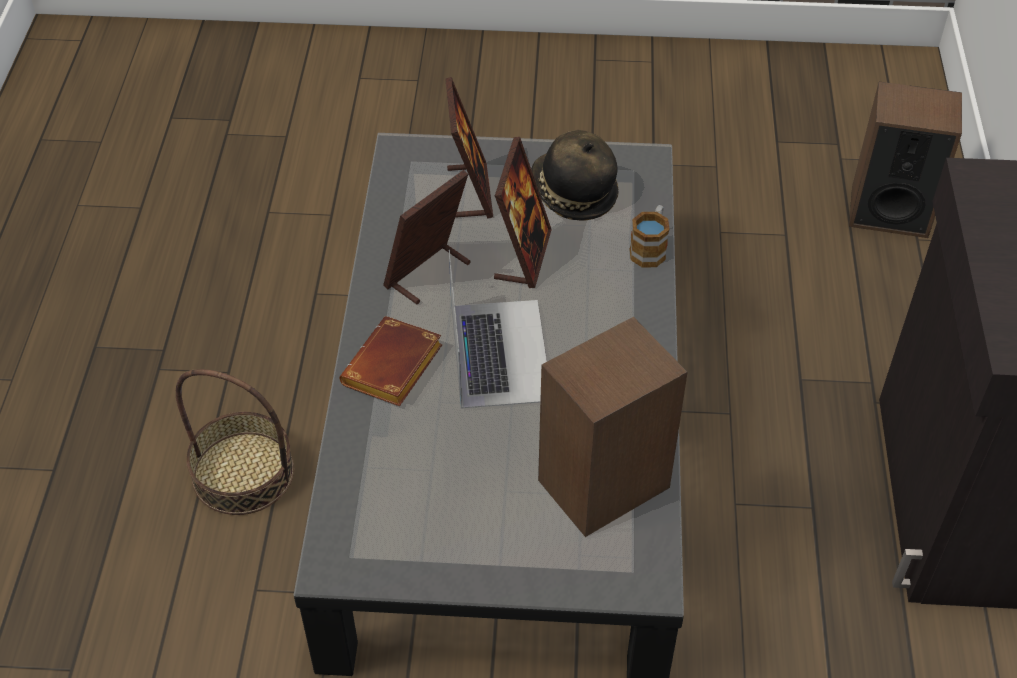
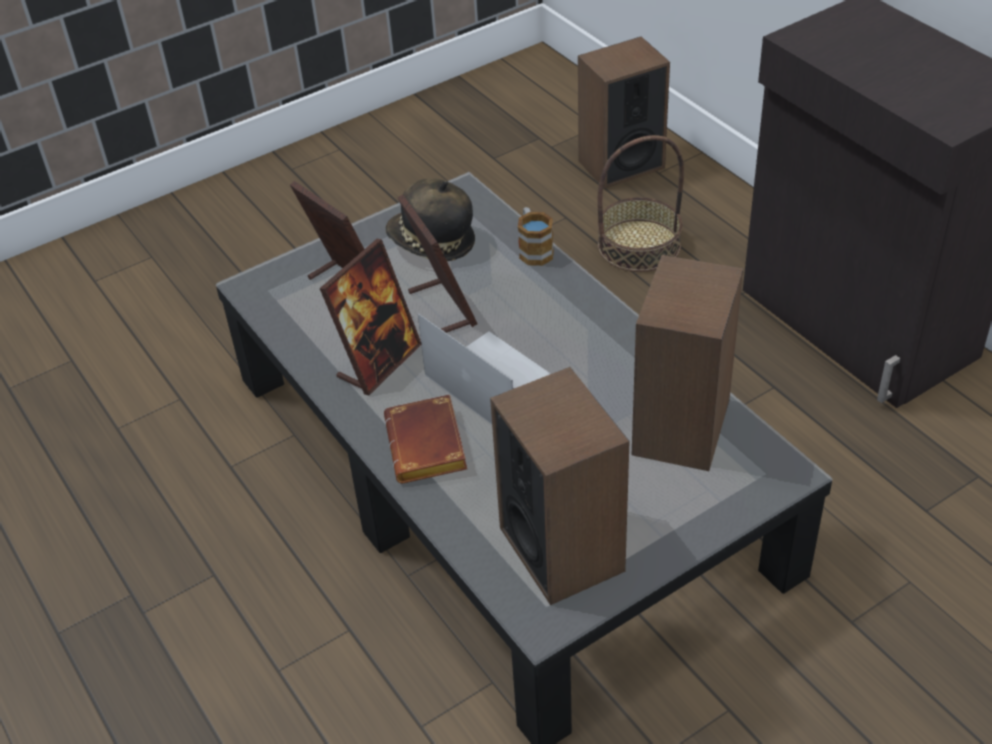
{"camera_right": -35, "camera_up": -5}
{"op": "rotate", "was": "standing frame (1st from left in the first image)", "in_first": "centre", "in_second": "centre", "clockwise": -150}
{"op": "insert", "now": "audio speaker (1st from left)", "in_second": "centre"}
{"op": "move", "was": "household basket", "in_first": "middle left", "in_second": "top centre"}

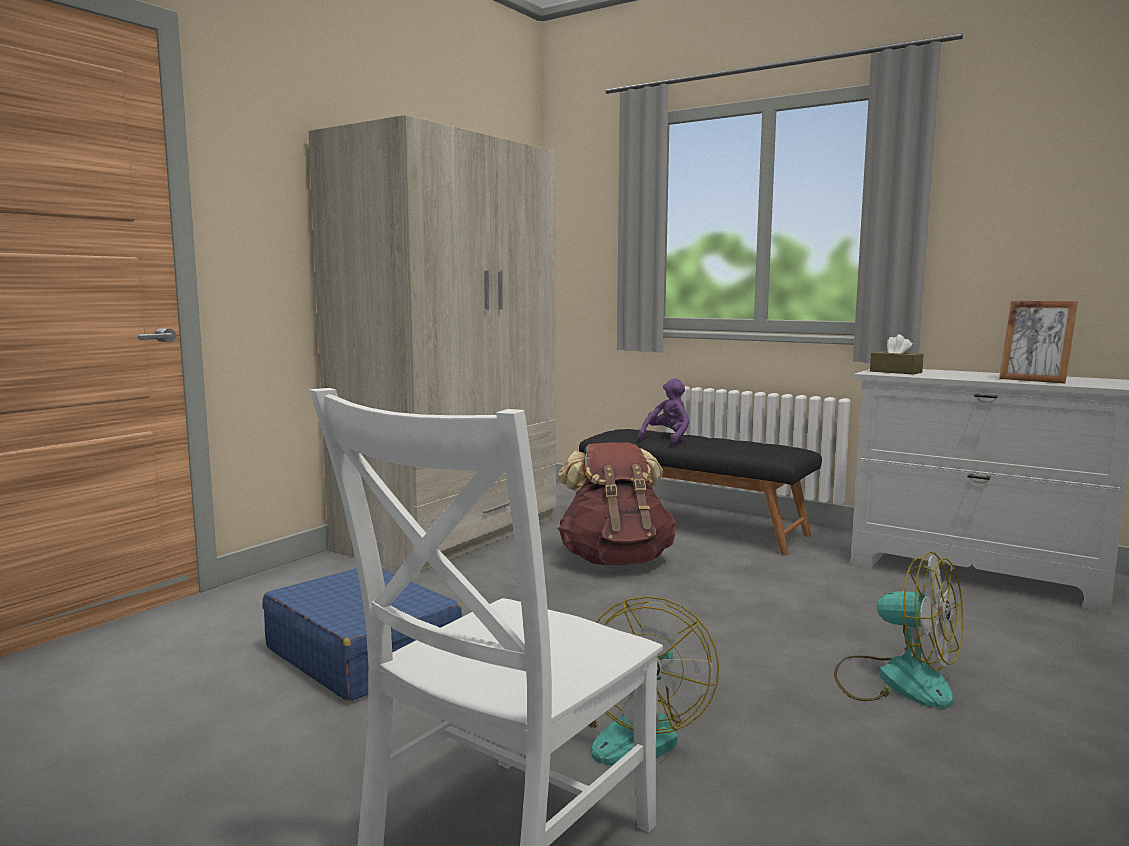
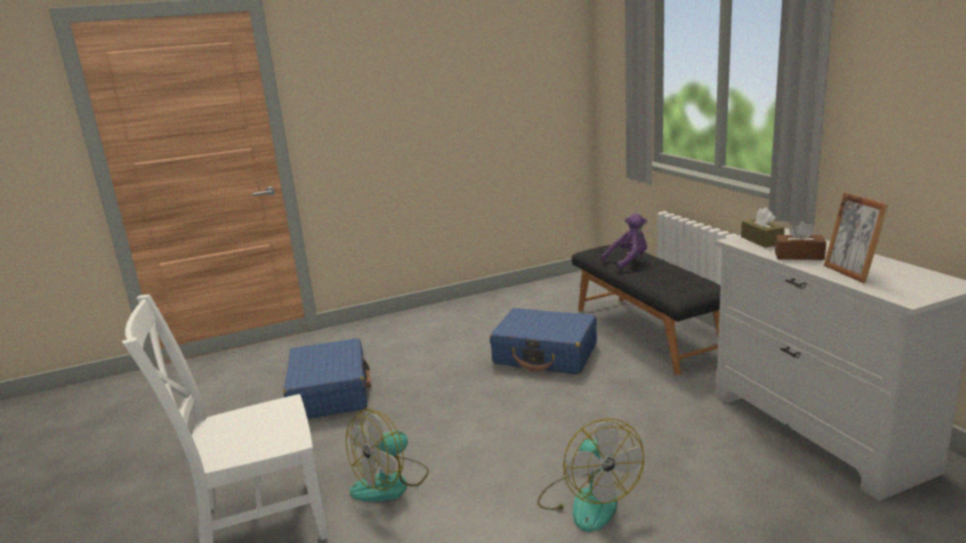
{"camera_right": 35, "camera_up": 10}
{"op": "replace", "was": "brown knapsack", "now": "blue piece of luggage (2nd from left)", "in_first": "centre", "in_second": "centre"}
{"op": "insert", "now": "brown tissue box (2nd from left)", "in_second": "middle right"}
{"op": "delete", "was": "beige wardrobe", "in_first": "centre"}

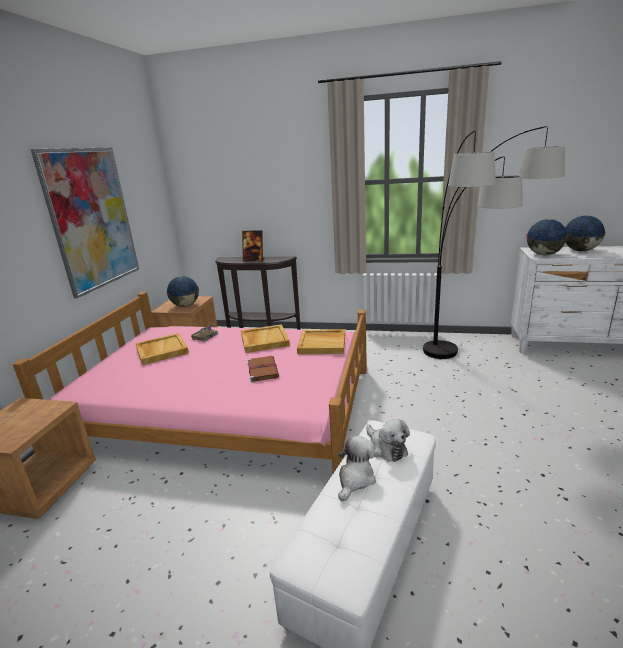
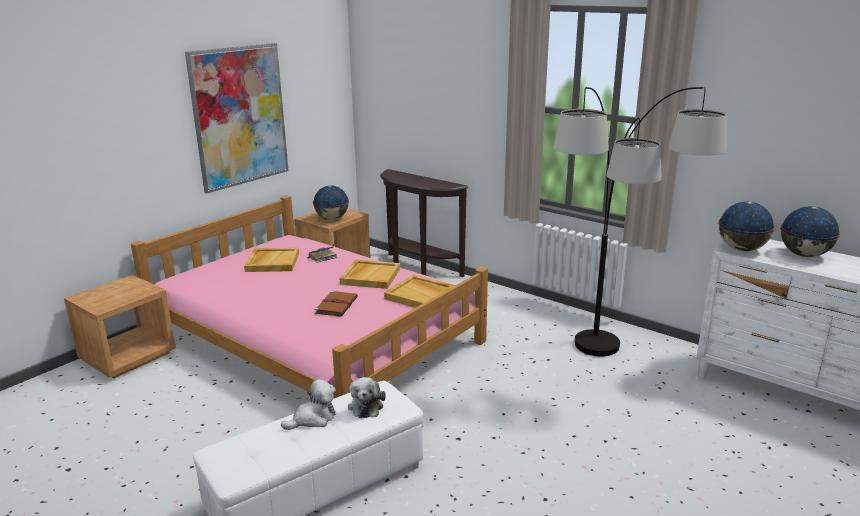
{"camera_right": 25, "camera_up": 0}
{"op": "delete", "was": "standing frame", "in_first": "centre"}

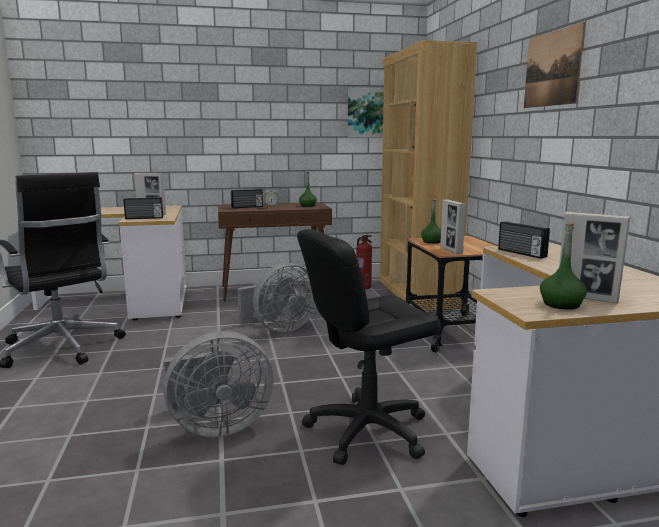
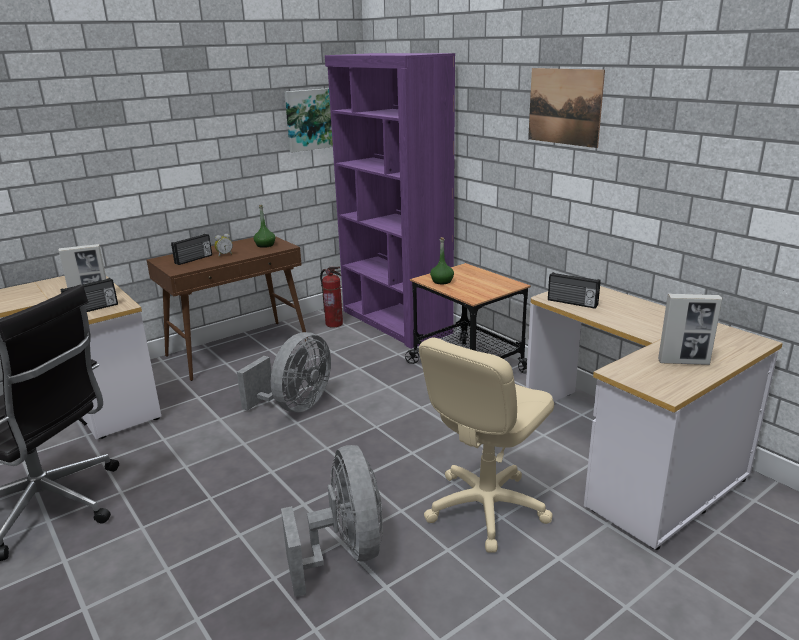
{"camera_right": -25, "camera_up": 10}
{"op": "rotate", "was": "gray electric fan (1st from left in the first image)", "in_first": "bottom left", "in_second": "bottom centre", "clockwise": -60}
{"op": "recolor", "was": "brown bookshelf", "now": "purplish bookshelf", "in_first": "top centre", "in_second": "top centre"}
{"op": "recolor", "was": "blackish computer chair (2nd from left)", "now": "beige computer chair", "in_first": "centre", "in_second": "bottom centre"}
{"op": "delete", "was": "standing frame (2nd from left)", "in_first": "middle right"}
{"op": "delete", "was": "greenish beverage bottle (3rd from left)", "in_first": "middle right"}

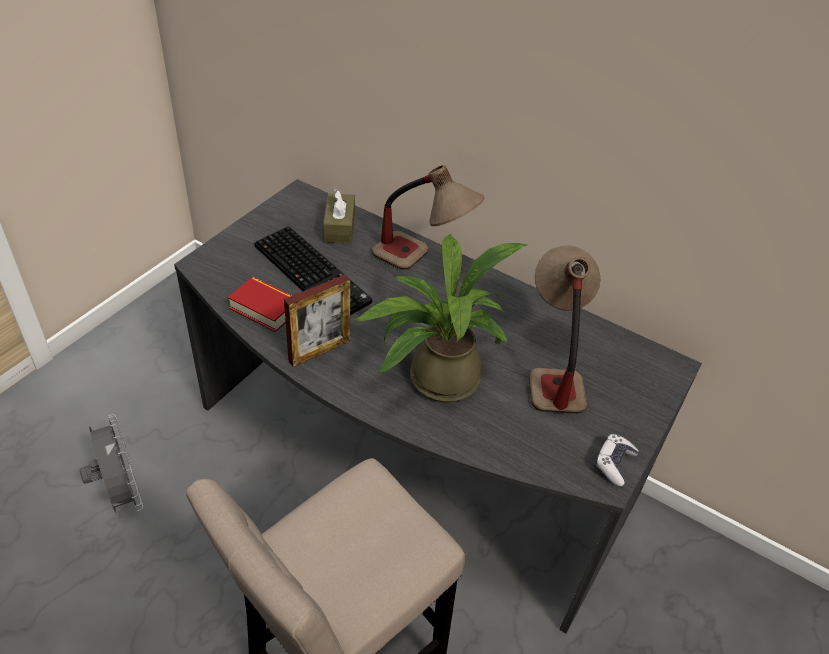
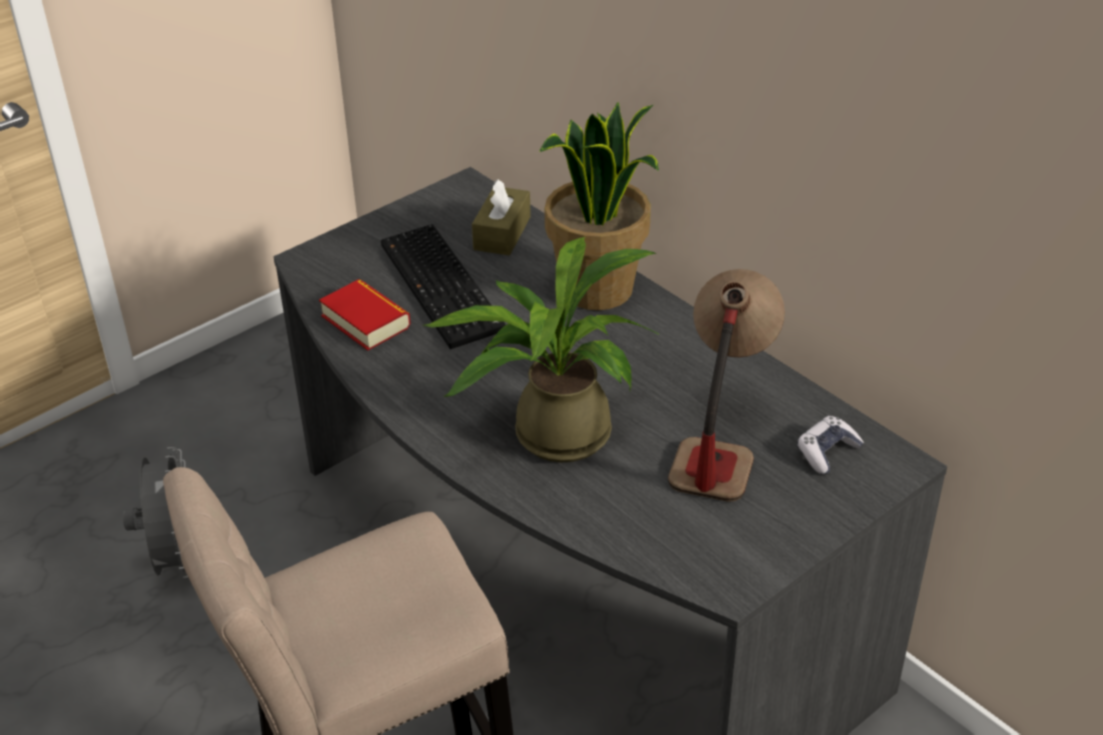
{"camera_right": 20, "camera_up": -5}
{"op": "replace", "was": "table lamp (1st from left)", "now": "houseplant (2nd from left)", "in_first": "top centre", "in_second": "top centre"}
{"op": "move", "was": "gamepad", "in_first": "bottom right", "in_second": "middle right"}
{"op": "delete", "was": "standing frame", "in_first": "centre"}

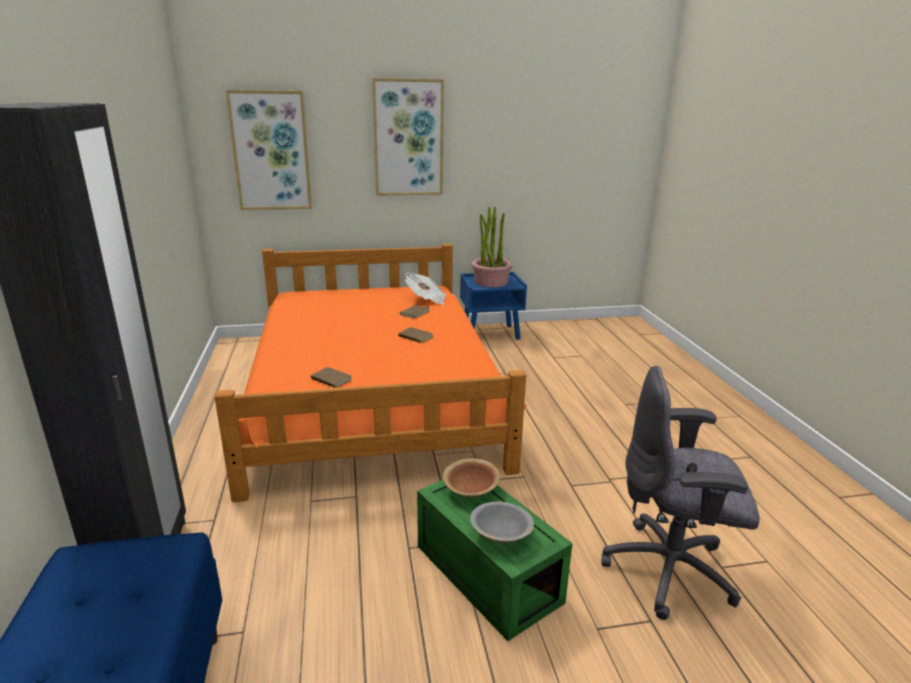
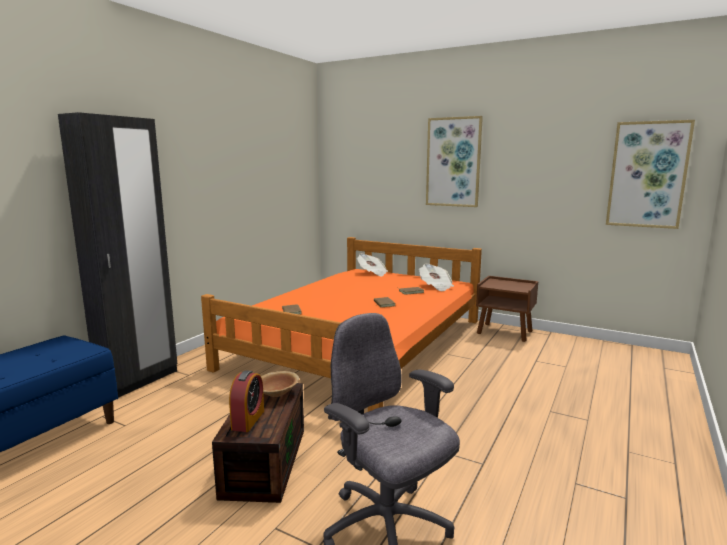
{"camera_right": 40, "camera_up": -10}
{"op": "recolor", "was": "greenish storage box", "now": "brown storage box", "in_first": "bottom centre", "in_second": "bottom centre"}
{"op": "replace", "was": "gray serving bowl", "now": "table clock", "in_first": "bottom centre", "in_second": "bottom centre"}
{"op": "insert", "now": "daily paper (1st from left)", "in_second": "centre"}
{"op": "recolor", "was": "blue night table", "now": "brown night table", "in_first": "centre", "in_second": "middle right"}
{"op": "move", "was": "wall art (1st from left in the first image)", "now": "wall art (2nd from left)", "in_first": "top left", "in_second": "top right"}
{"op": "delete", "was": "houseplant", "in_first": "centre"}

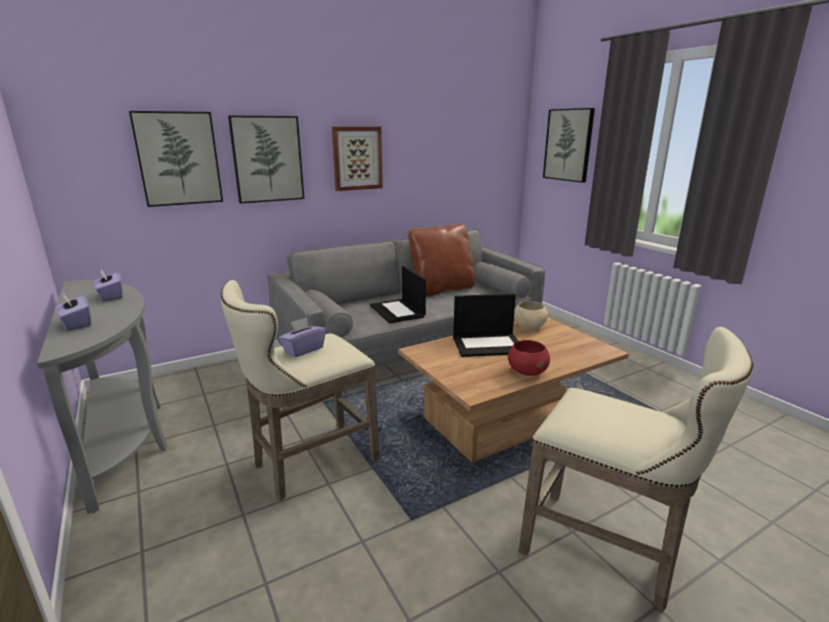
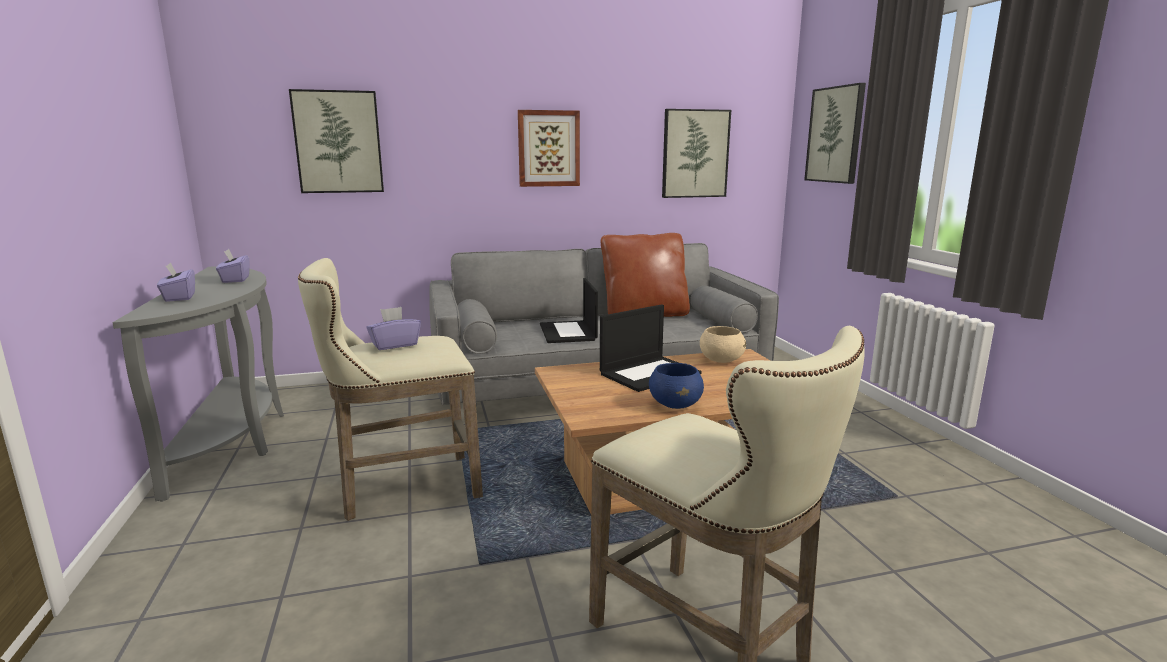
{"camera_right": 15, "camera_up": -5}
{"op": "rotate", "was": "laptop (2nd from left)", "in_first": "centre", "in_second": "centre", "clockwise": -45}
{"op": "recolor", "was": "red serving bowl", "now": "blue serving bowl", "in_first": "centre", "in_second": "centre"}
{"op": "move", "was": "wall art (2nd from left in the first image)", "now": "wall art (3rd from left)", "in_first": "top left", "in_second": "top centre"}

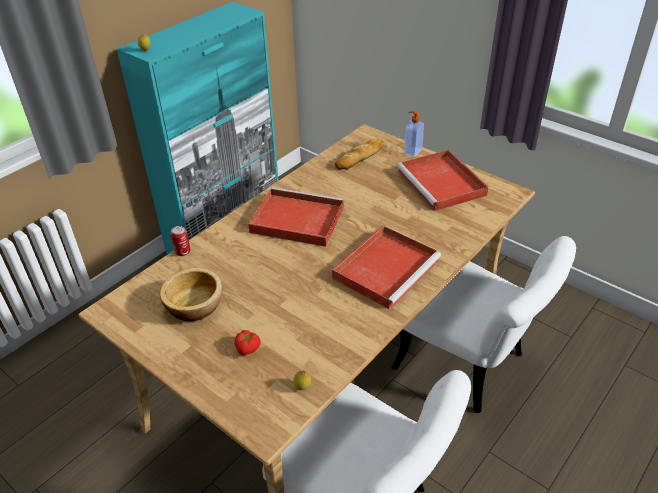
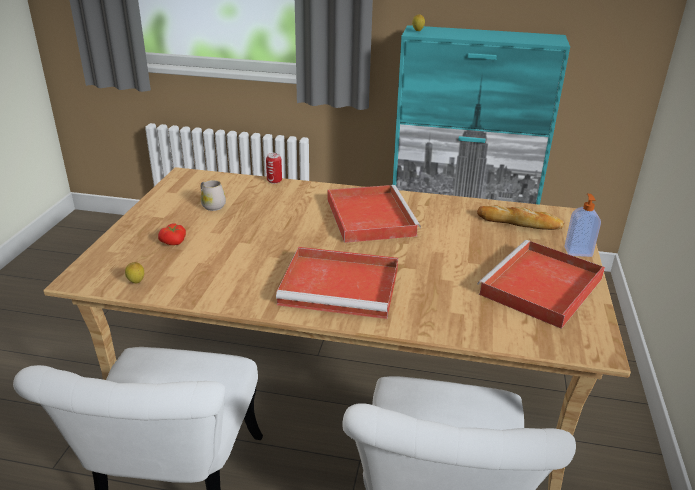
{"camera_right": 60, "camera_up": -10}
{"op": "replace", "was": "serving bowl", "now": "whitish coffee mug", "in_first": "middle left", "in_second": "middle left"}

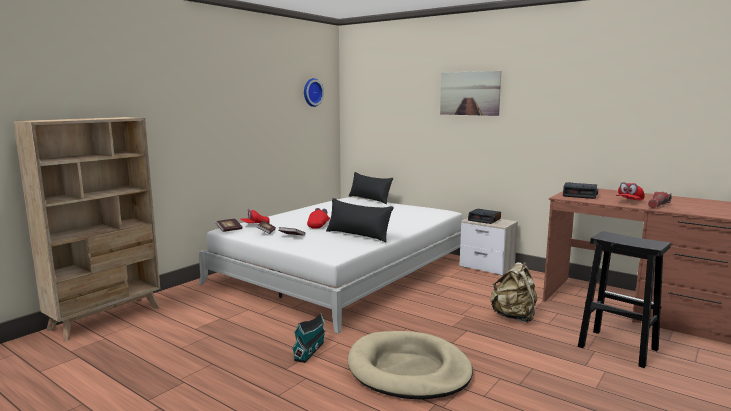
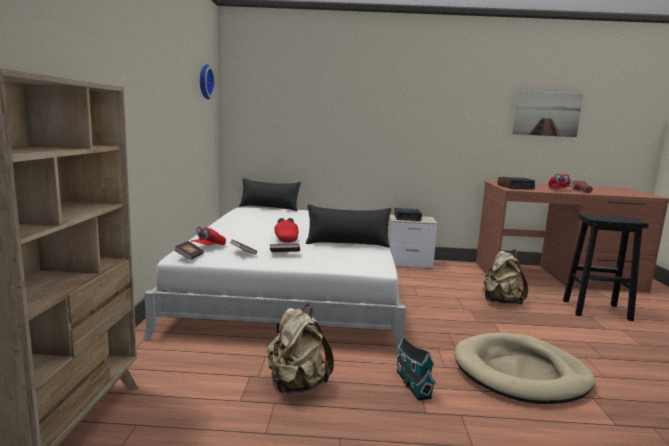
{"camera_right": -35, "camera_up": 0}
{"op": "insert", "now": "beige knapsack (1st from left)", "in_second": "bottom centre"}
{"op": "move", "was": "wall art", "in_first": "top centre", "in_second": "top right"}

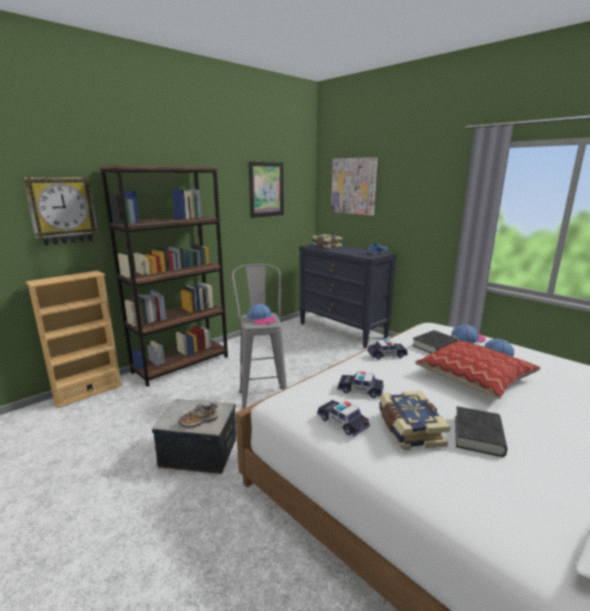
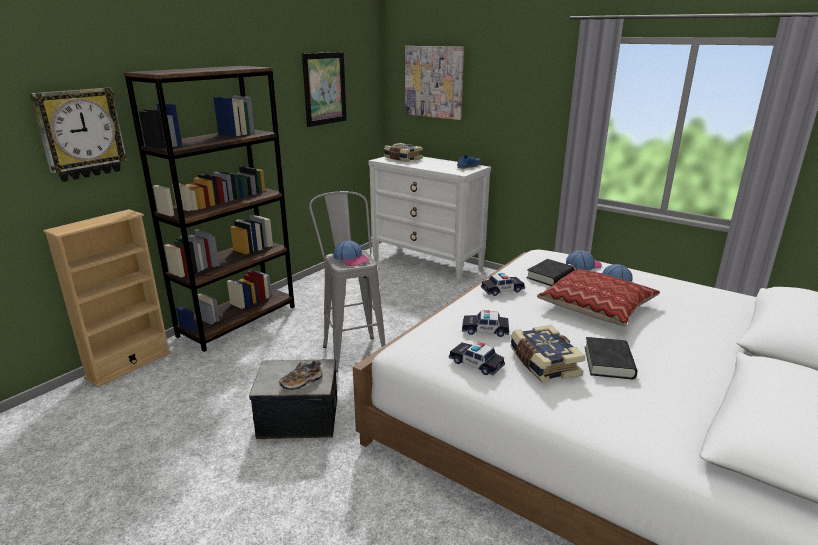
{"camera_right": -10, "camera_up": 5}
{"op": "recolor", "was": "blackish chest of drawers", "now": "whitish chest of drawers", "in_first": "centre", "in_second": "centre"}

